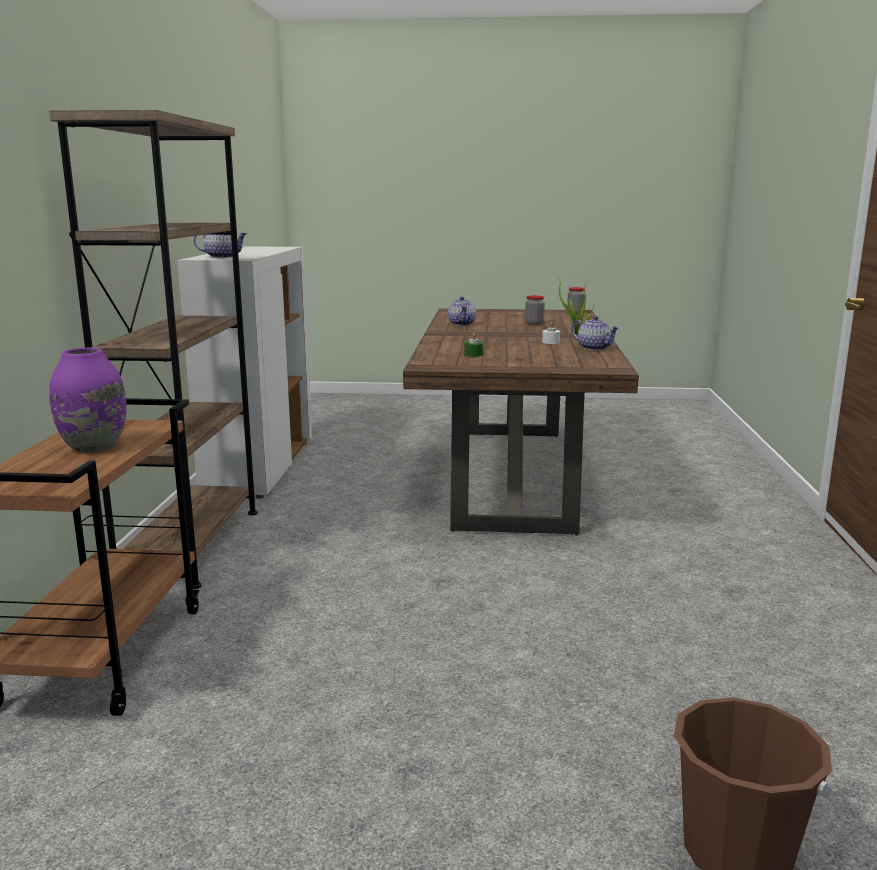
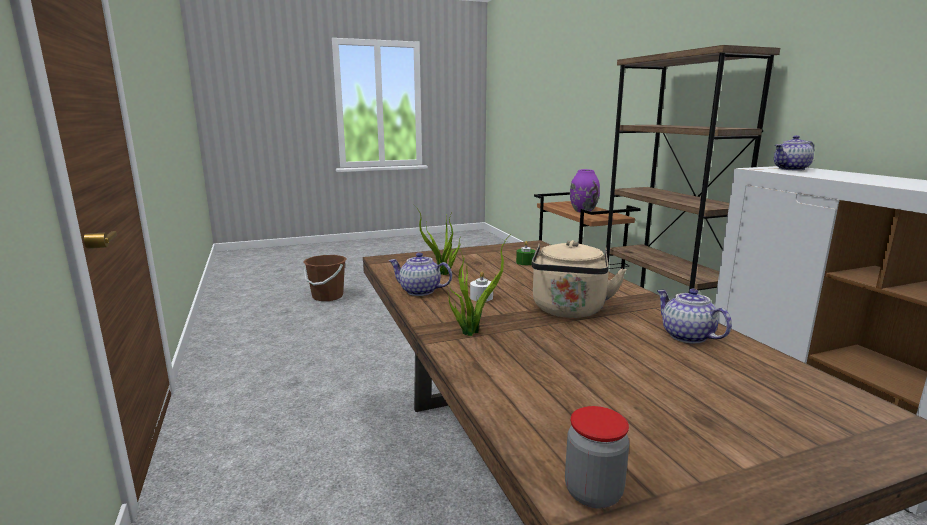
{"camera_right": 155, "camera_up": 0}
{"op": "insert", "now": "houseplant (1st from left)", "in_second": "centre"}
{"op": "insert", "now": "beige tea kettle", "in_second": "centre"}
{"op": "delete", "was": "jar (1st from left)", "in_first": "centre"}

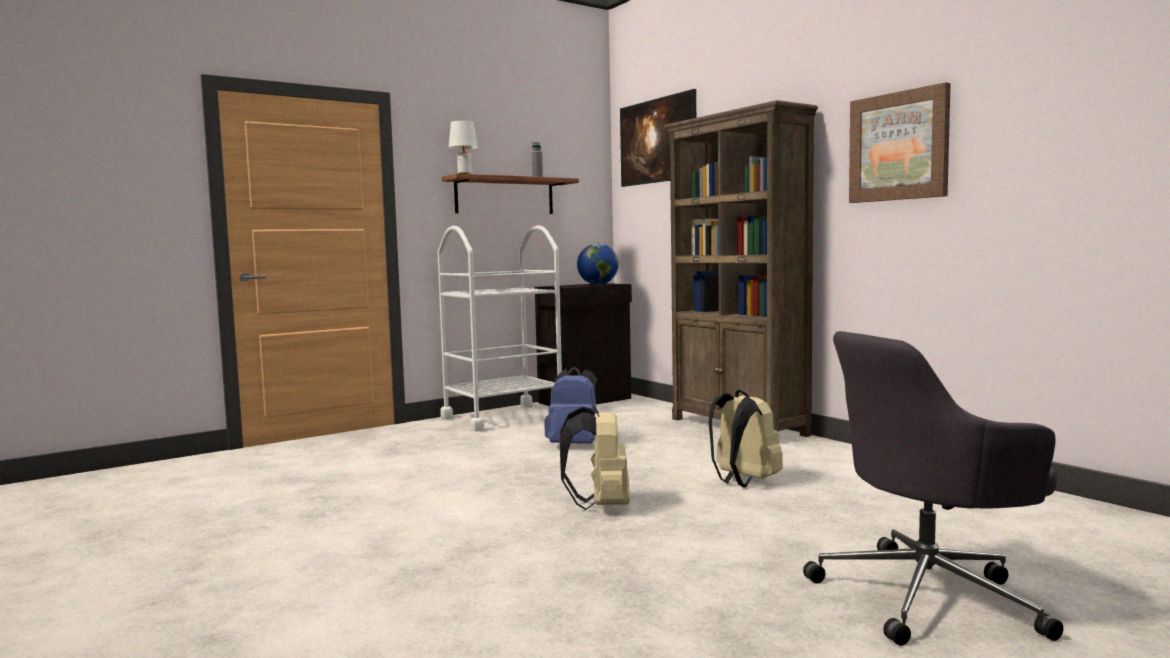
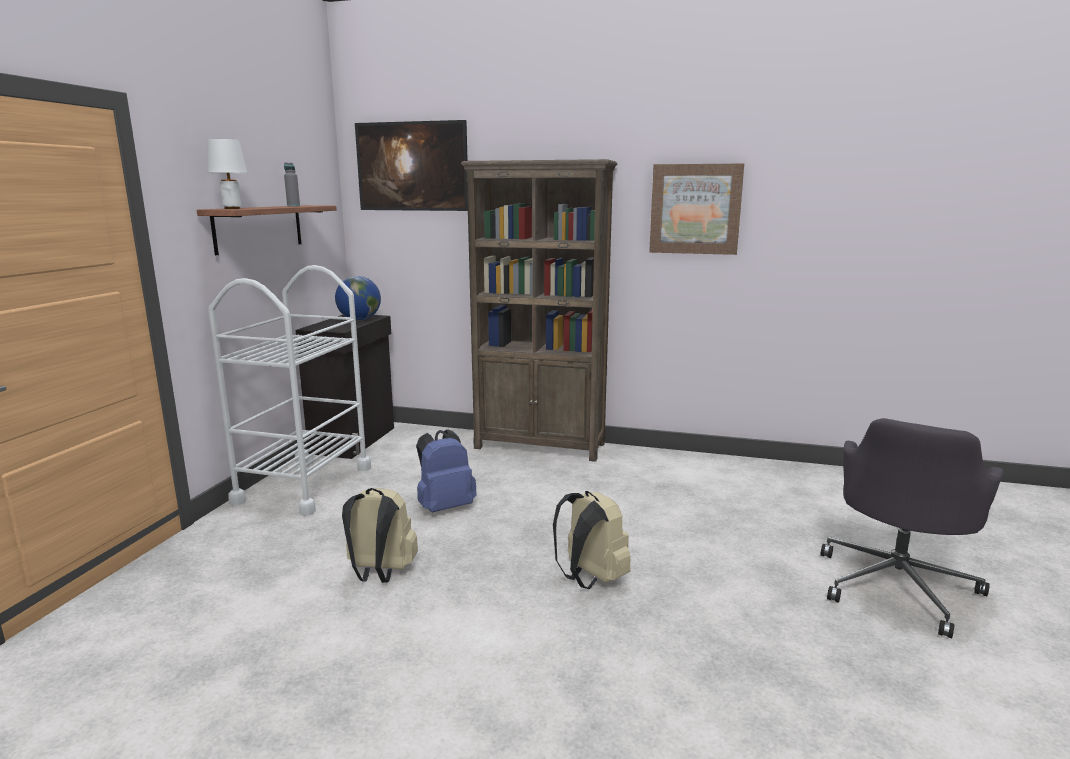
{"camera_right": -40, "camera_up": 10}
{"op": "move", "was": "beige knapsack (2nd from left in the first image)", "now": "beige knapsack (1st from left)", "in_first": "centre", "in_second": "bottom centre"}

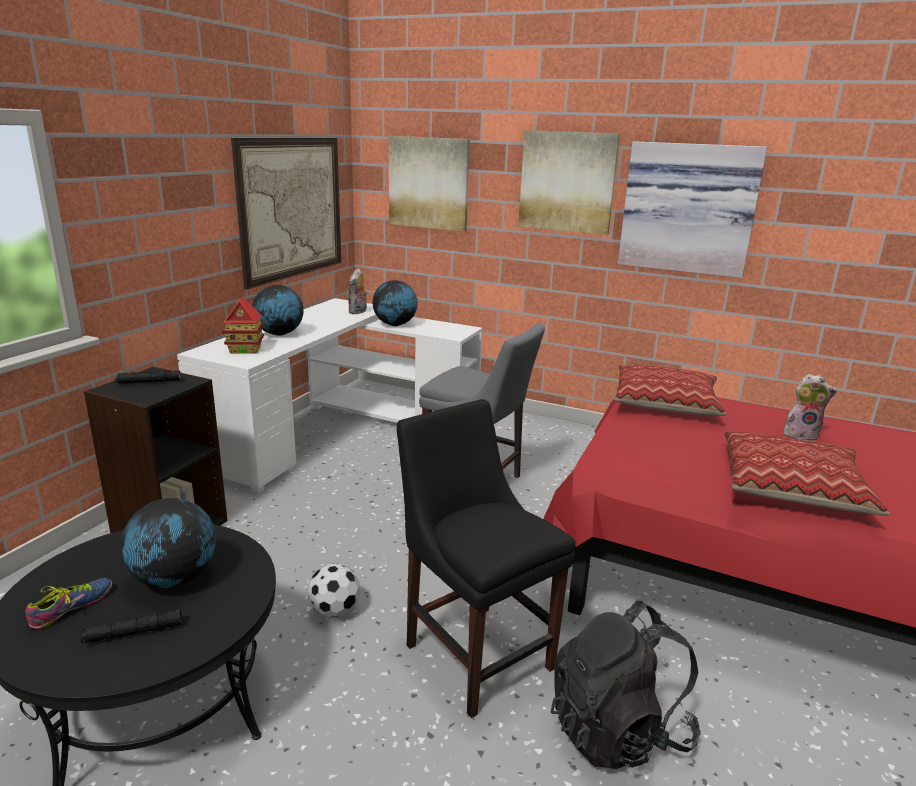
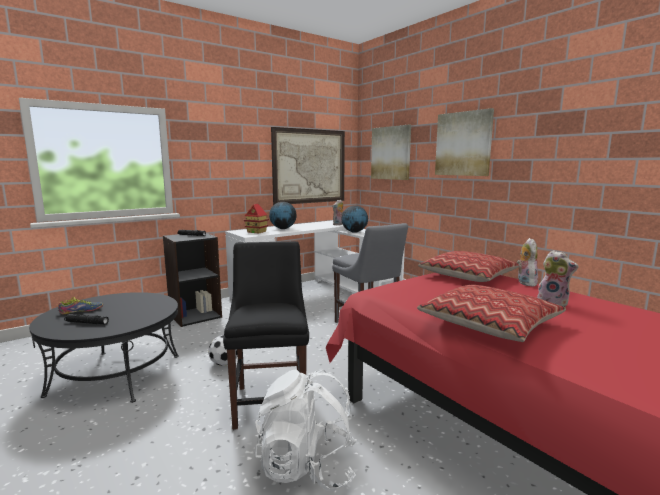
{"camera_right": 30, "camera_up": -10}
{"op": "recolor", "was": "blackish knapsack", "now": "whitish knapsack", "in_first": "bottom right", "in_second": "bottom centre"}
{"op": "insert", "now": "cuddly toy (2nd from left)", "in_second": "middle right"}
{"op": "delete", "was": "desk globe (1st from left)", "in_first": "bottom left"}
{"op": "delete", "was": "wall art (4th from left)", "in_first": "top right"}

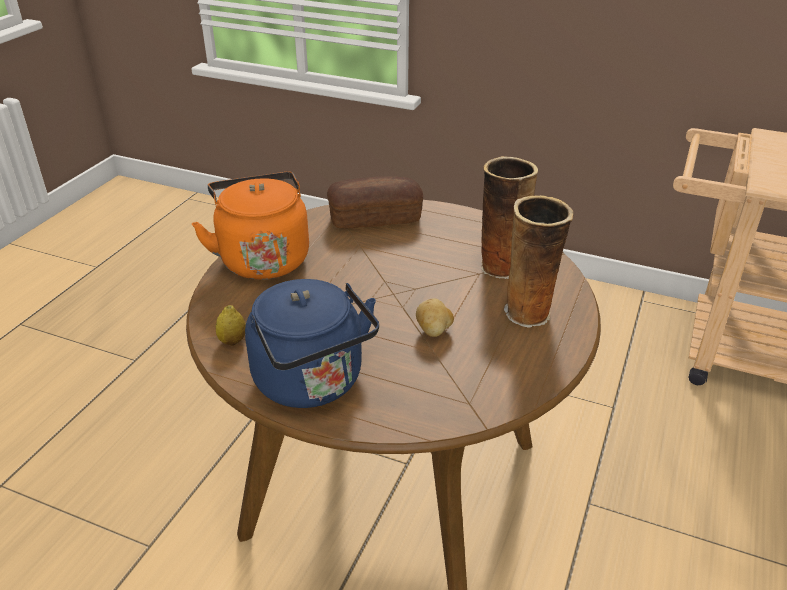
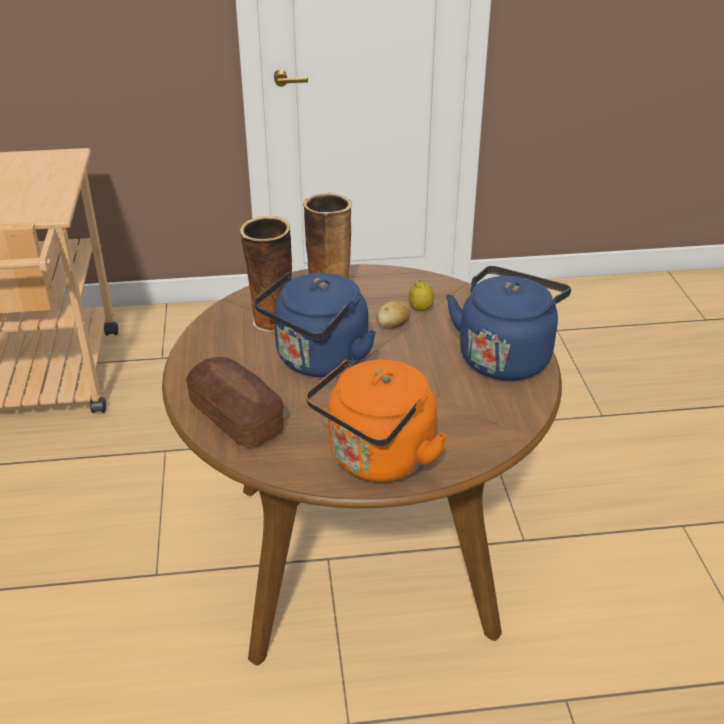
{"camera_right": -120, "camera_up": 0}
{"op": "insert", "now": "blue tea kettle (1st from left)", "in_second": "centre"}
{"op": "move", "was": "whole lemon", "in_first": "middle left", "in_second": "centre"}

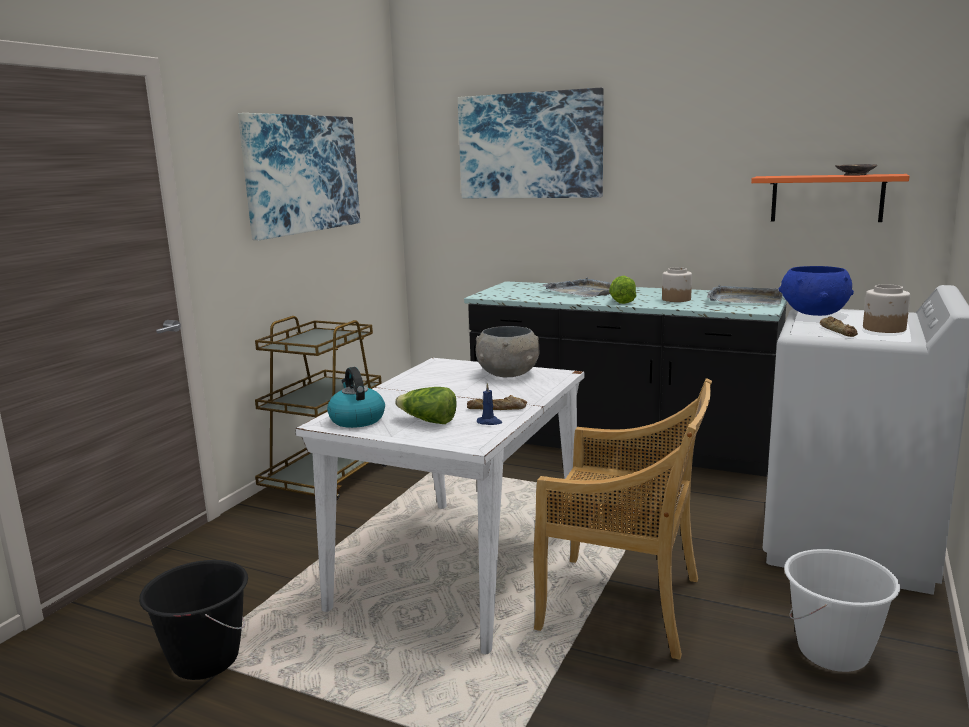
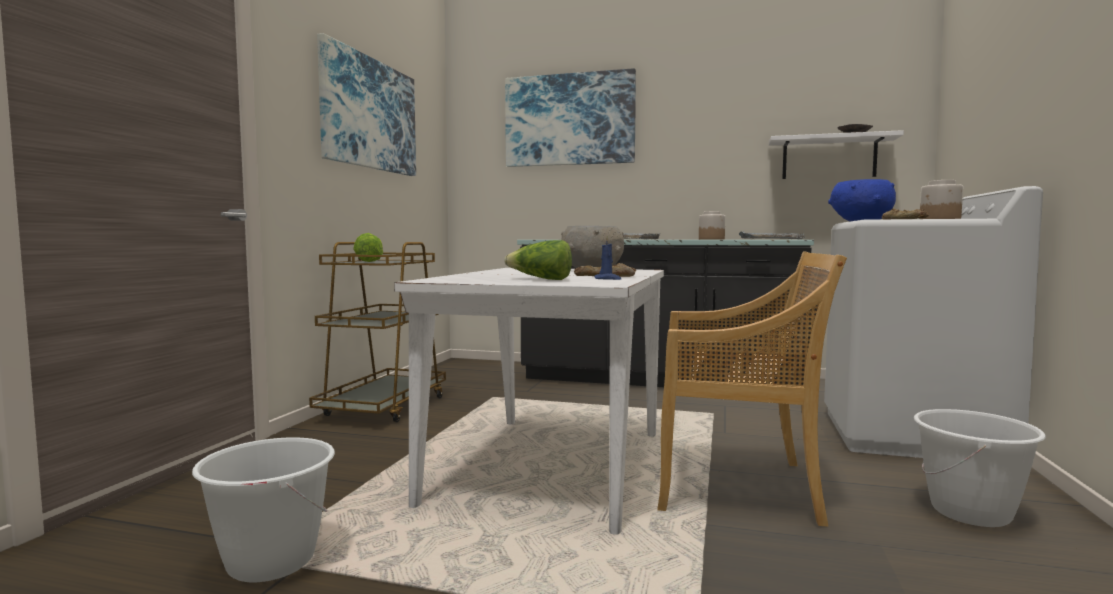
{"camera_right": -10, "camera_up": -10}
{"op": "recolor", "was": "blackish water bucket", "now": "whitish water bucket (1st from left)", "in_first": "bottom left", "in_second": "bottom left"}
{"op": "move", "was": "lettuce head (2nd from left in the first image)", "now": "lettuce head (1st from left)", "in_first": "centre", "in_second": "middle left"}
{"op": "recolor", "was": "orangey bracket shelf", "now": "whitish bracket shelf", "in_first": "top right", "in_second": "top right"}
{"op": "delete", "was": "tea kettle", "in_first": "centre"}

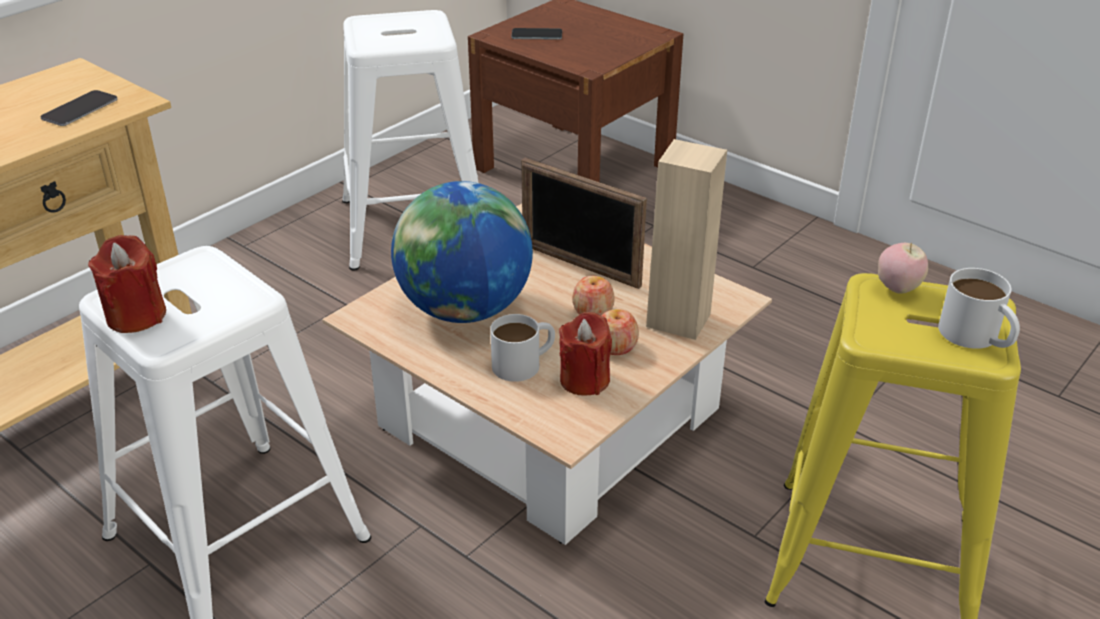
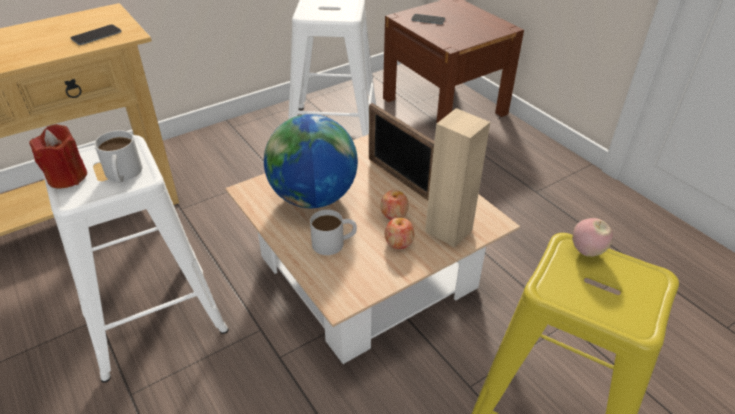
{"camera_right": 15, "camera_up": 5}
{"op": "move", "was": "whitish coffee mug (2nd from left in the first image)", "now": "whitish coffee mug (1st from left)", "in_first": "middle right", "in_second": "middle left"}
{"op": "delete", "was": "red wax light (2nd from left)", "in_first": "centre"}

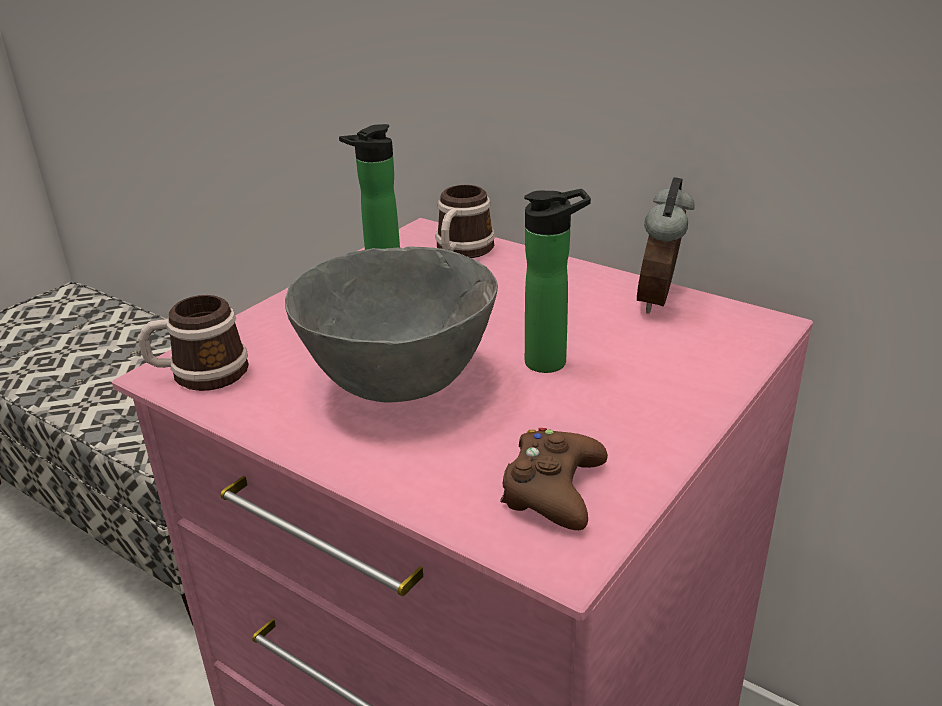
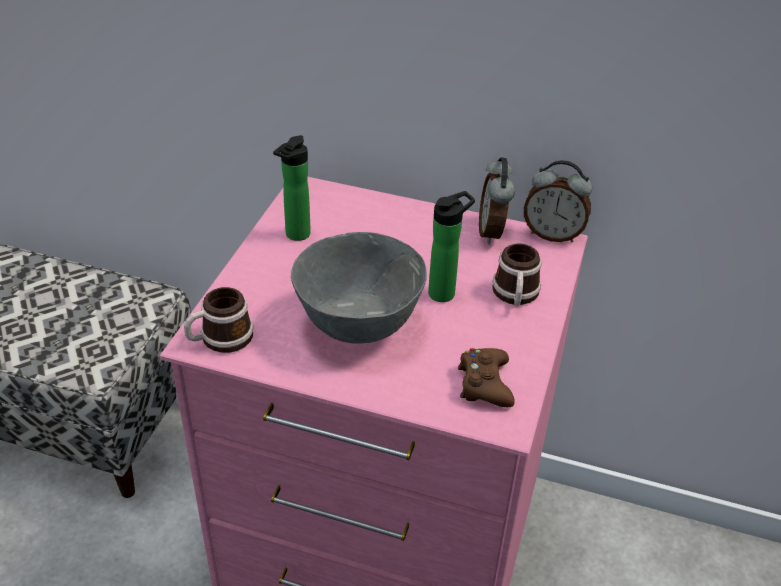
{"camera_right": -20, "camera_up": 10}
{"op": "move", "was": "coffee mug (2nd from left)", "in_first": "top centre", "in_second": "centre"}
{"op": "insert", "now": "table clock (2nd from left)", "in_second": "middle right"}

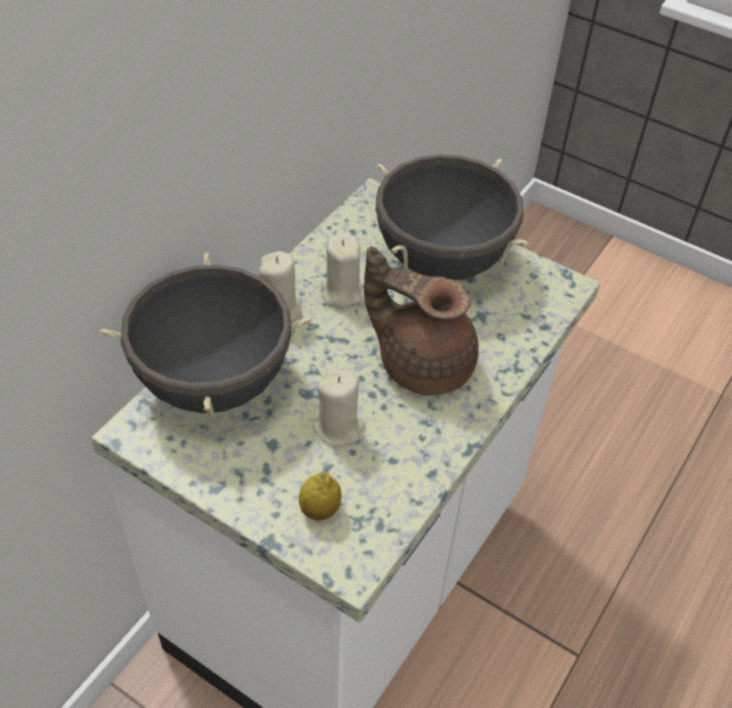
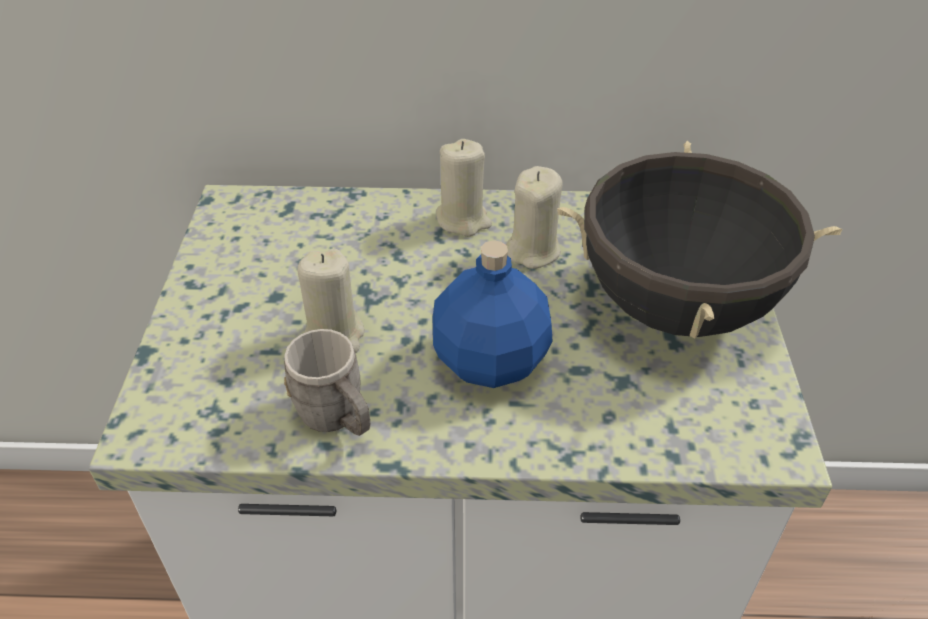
{"camera_right": 60, "camera_up": -5}
{"op": "insert", "now": "gray coffee mug", "in_second": "centre"}
{"op": "replace", "was": "brown teapot", "now": "blue beverage bottle", "in_first": "centre", "in_second": "centre"}
{"op": "delete", "was": "blackish cooking pot (1st from left)", "in_first": "middle left"}
{"op": "delete", "was": "whole lemon", "in_first": "bottom centre"}

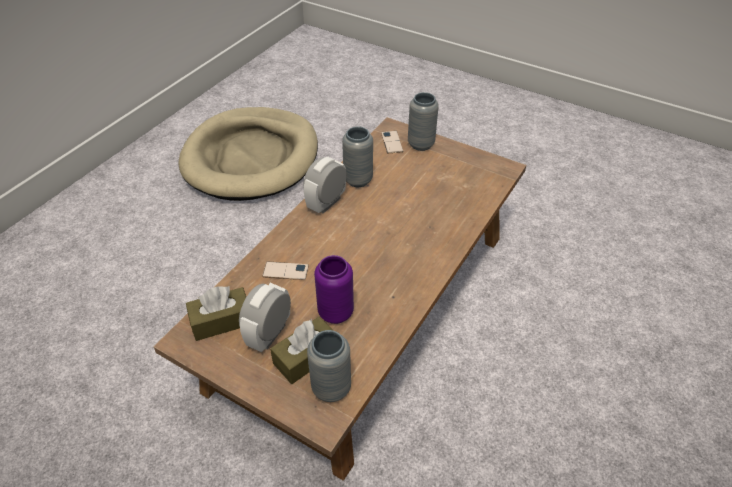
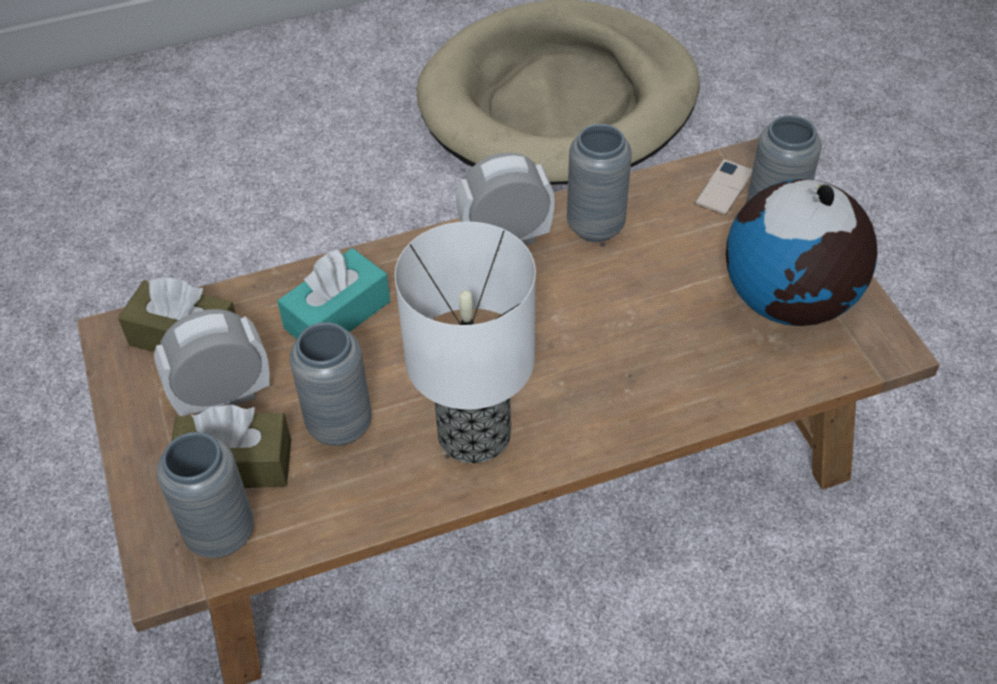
{"camera_right": 40, "camera_up": 5}
{"op": "replace", "was": "handset (1st from left)", "now": "turquoise tissue box", "in_first": "centre", "in_second": "centre"}
{"op": "recolor", "was": "purplish flower vase", "now": "gray flower vase (2nd from left)", "in_first": "centre", "in_second": "middle left"}
{"op": "insert", "now": "table lamp", "in_second": "centre"}
{"op": "insert", "now": "desk globe", "in_second": "middle right"}

